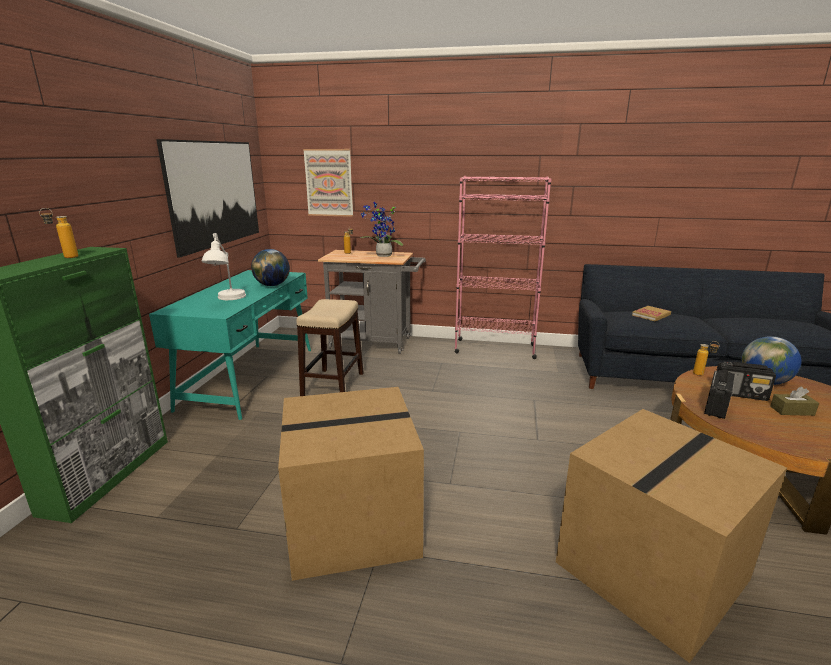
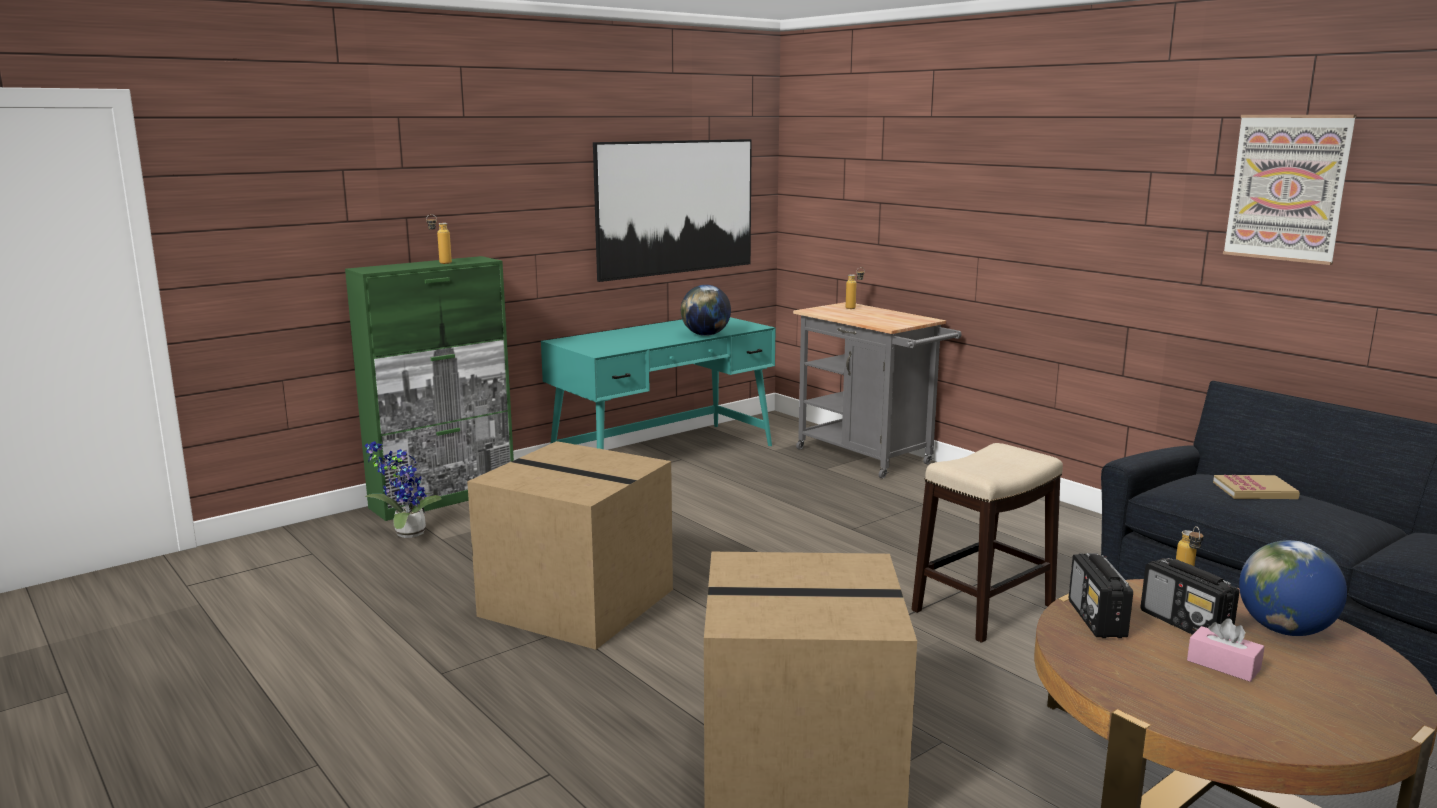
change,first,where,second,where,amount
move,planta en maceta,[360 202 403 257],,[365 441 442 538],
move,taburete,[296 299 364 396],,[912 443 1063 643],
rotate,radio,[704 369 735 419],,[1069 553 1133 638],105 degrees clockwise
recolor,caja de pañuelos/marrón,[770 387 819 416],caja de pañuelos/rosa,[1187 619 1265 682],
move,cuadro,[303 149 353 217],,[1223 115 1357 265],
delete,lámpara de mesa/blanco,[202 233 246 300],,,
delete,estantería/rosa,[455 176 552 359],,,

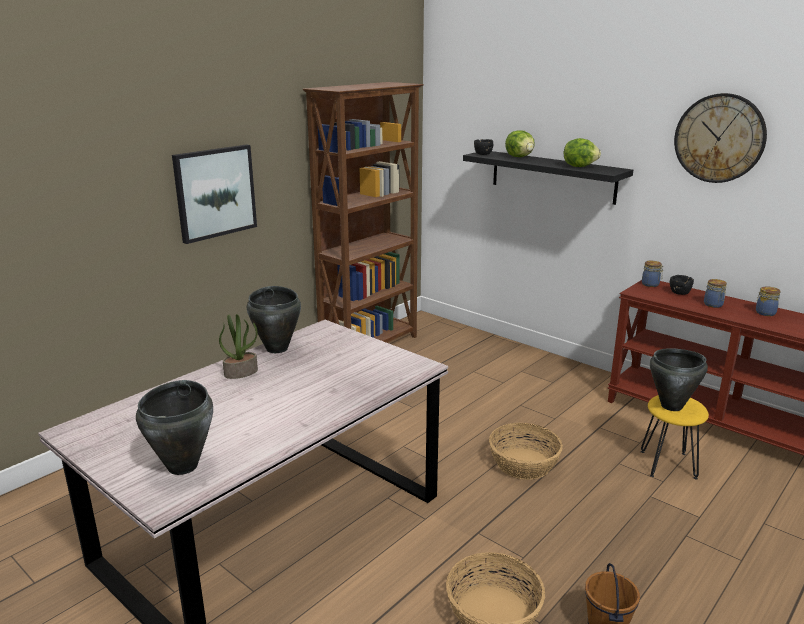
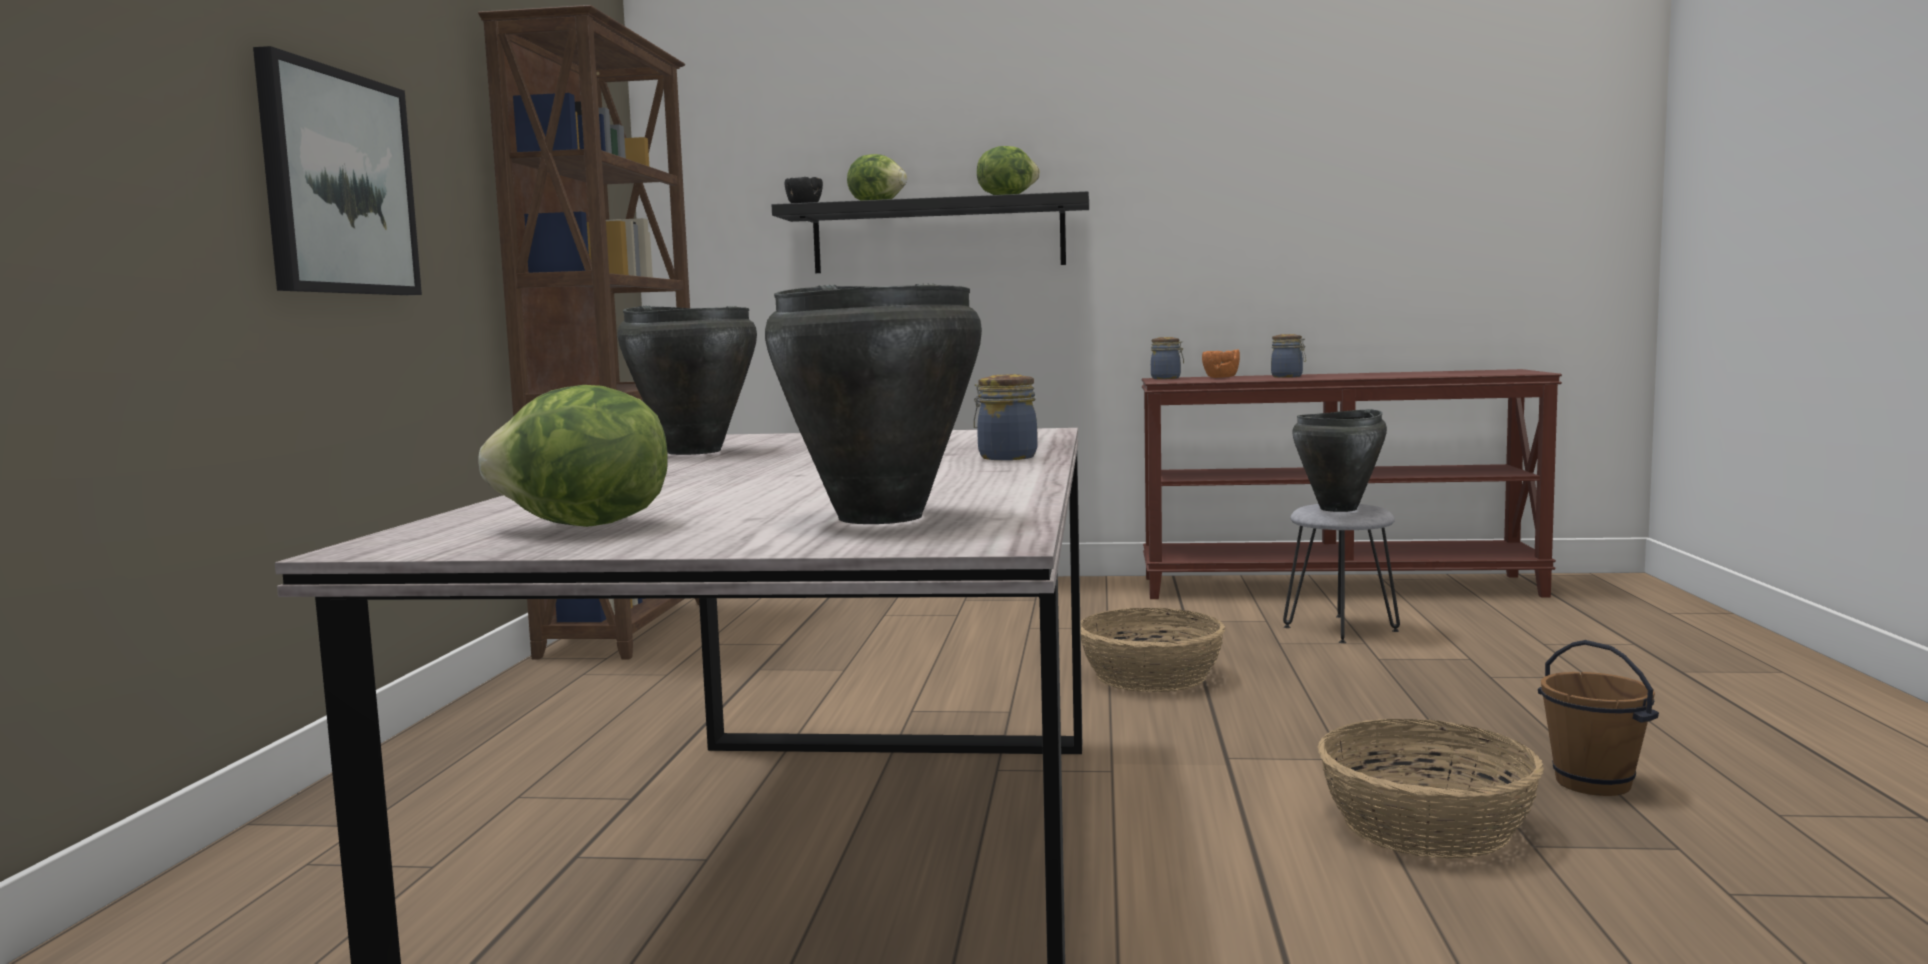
change,first,where,second,where,amount
insert,,,lechuga,[478 385 668 527],
move,tarro,[756 286 781 316],,[974 374 1038 460],
recolor,cuenco/negro,[670 275 694 295],cuenco/naranja,[1202 349 1240 378],
recolor,taburete/amarillo,[641 395 709 479],taburete/gris,[1283 504 1400 643],
delete,planta en maceta,[219 314 258 379],,,
delete,reloj de pared,[674 93 767 183],,,

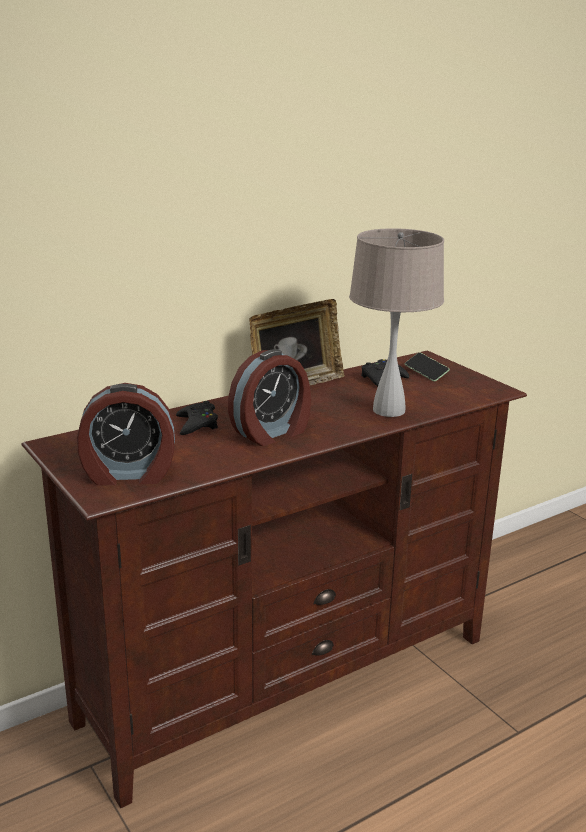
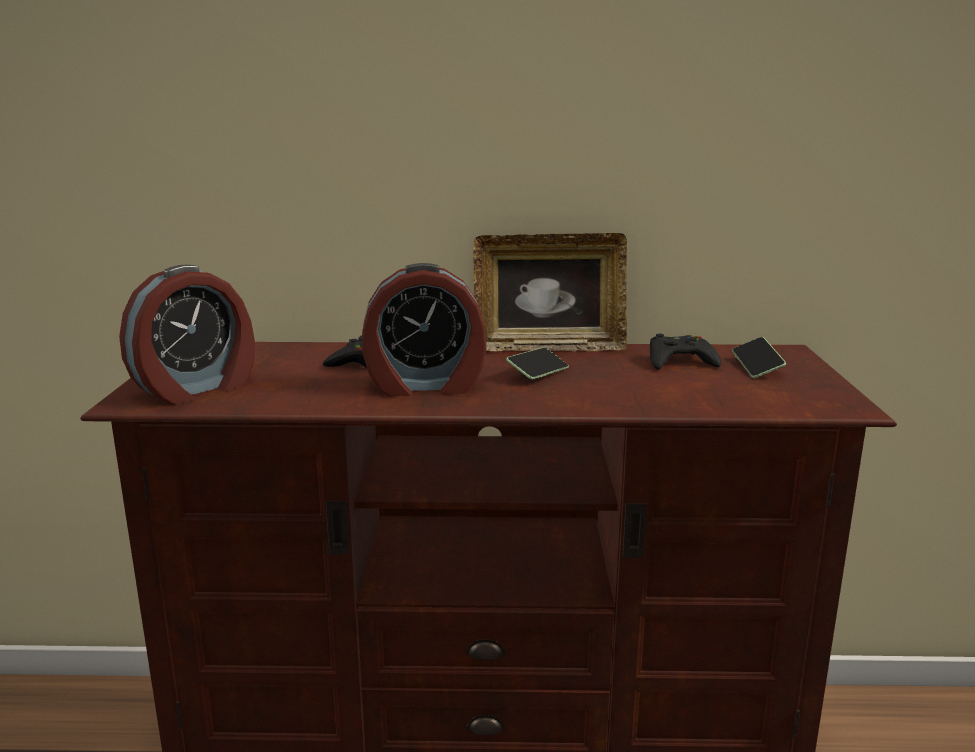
change,first,where,second,where,amount
rotate,despertador,[77 383 175 486],,[119 265 255 405],75 degrees counterclockwise
insert,,,móvil,[506 347 569 379],
delete,lámpara de mesa/beis,[349 228 444 417],,,

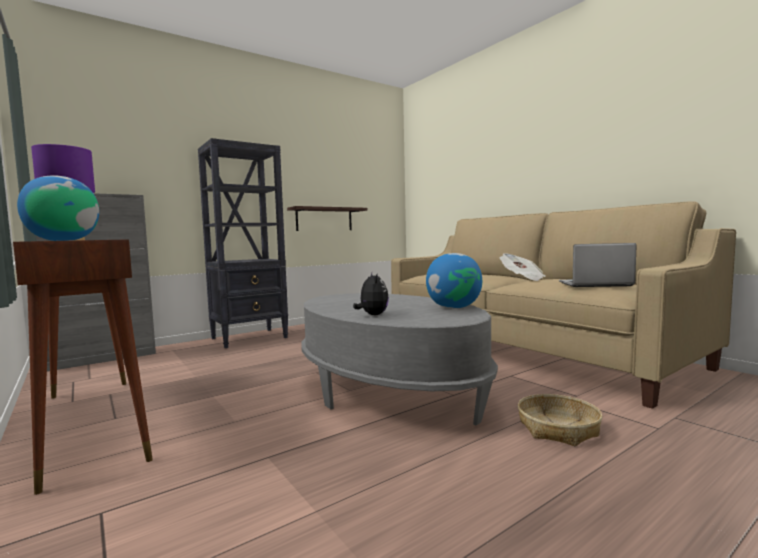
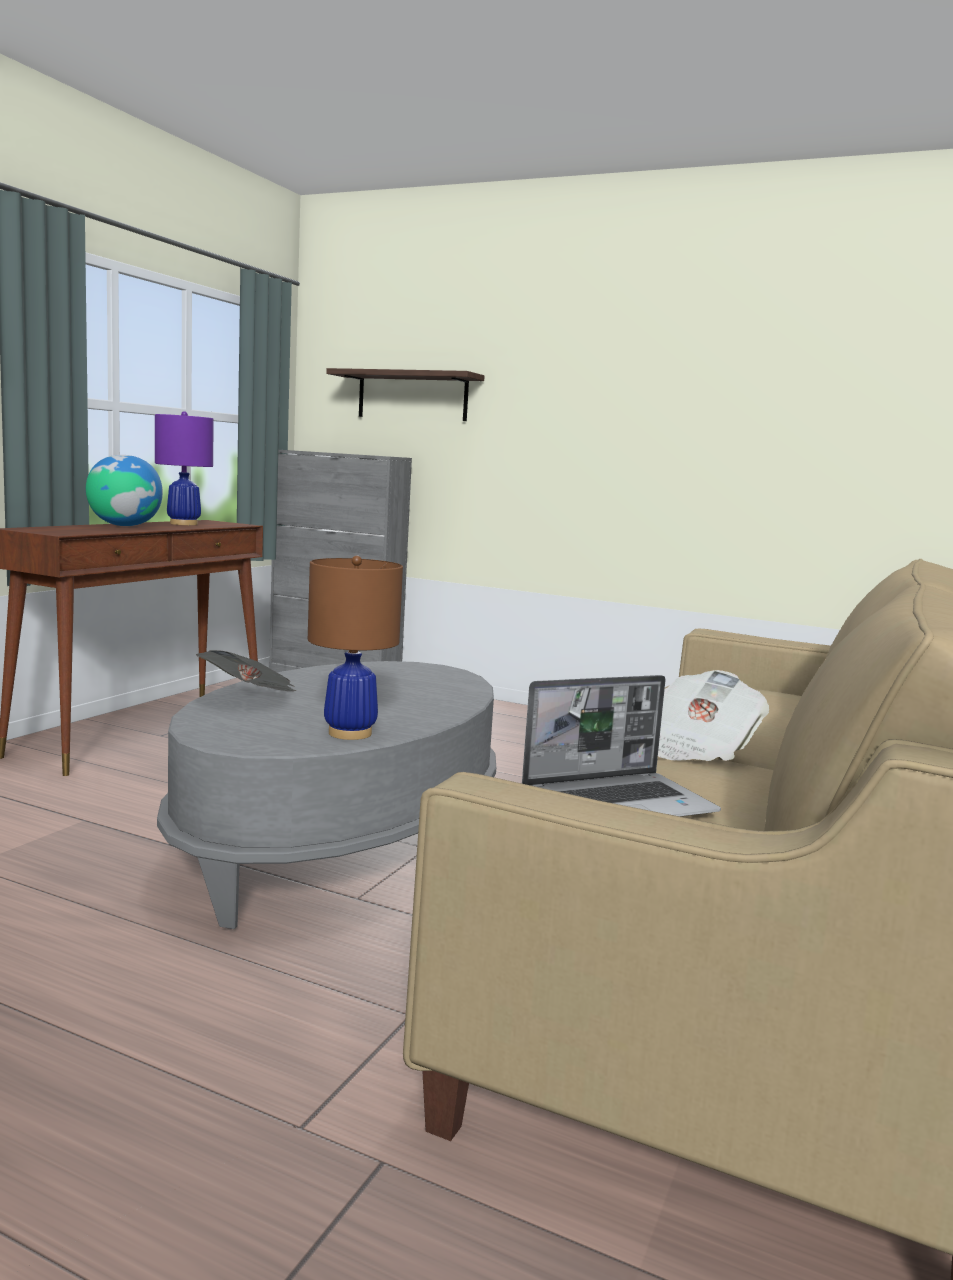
change,first,where,second,where,amount
replace,peluche,[353 272 389 315],periódico,[196 650 297 691],
replace,globo terráqueo,[426 253 482 309],lámpara de mesa/marrón,[308 556 403 740],
move,estante,[287 206 368 231],,[326 368 484 421],
rotate,portátil,[559 243 637 287],,[522 675 721 817],90 degrees clockwise
delete,estantería/negro,[198 138 288 348],,,
delete,cesta,[518 394 603 446],,,

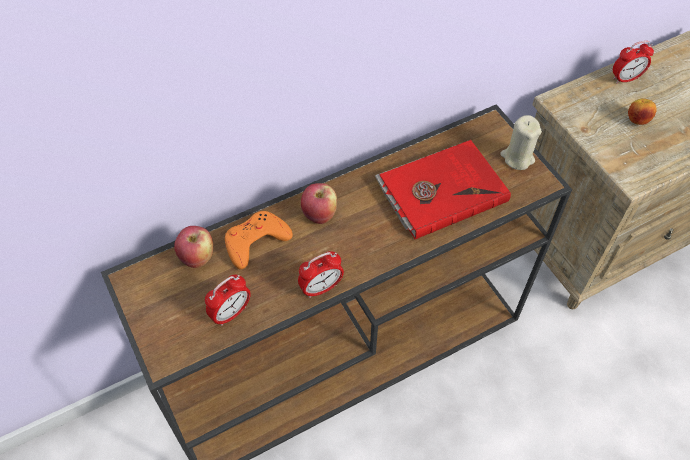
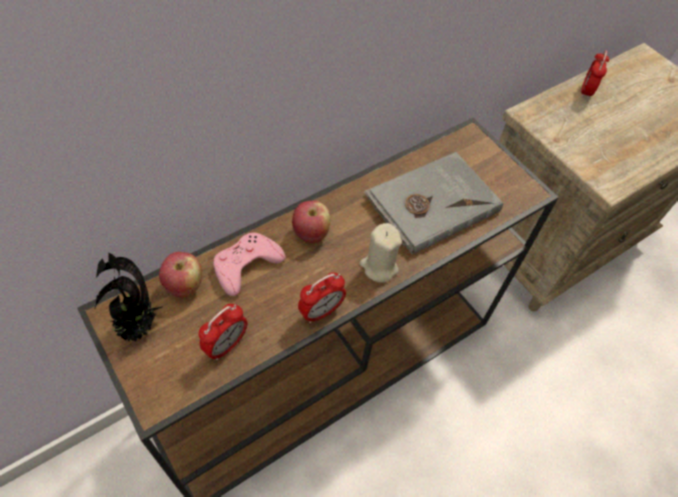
change,first,where,second,where,amount
insert,,,planta en maceta,[94 253 162 341],
recolor,mando de consola/naranja,[225 211 293 269],mando de consola/rosa,[213 233 285 296],
move,vela/beis,[500 115 542 170],,[360 223 402 283],
recolor,libro/rojo,[375 140 511 239],libro/gris,[364 152 503 255],
rotate,despertador,[613 41 654 84],,[581 50 609 99],135 degrees clockwise
delete,manzana,[628 99 657 125],,,

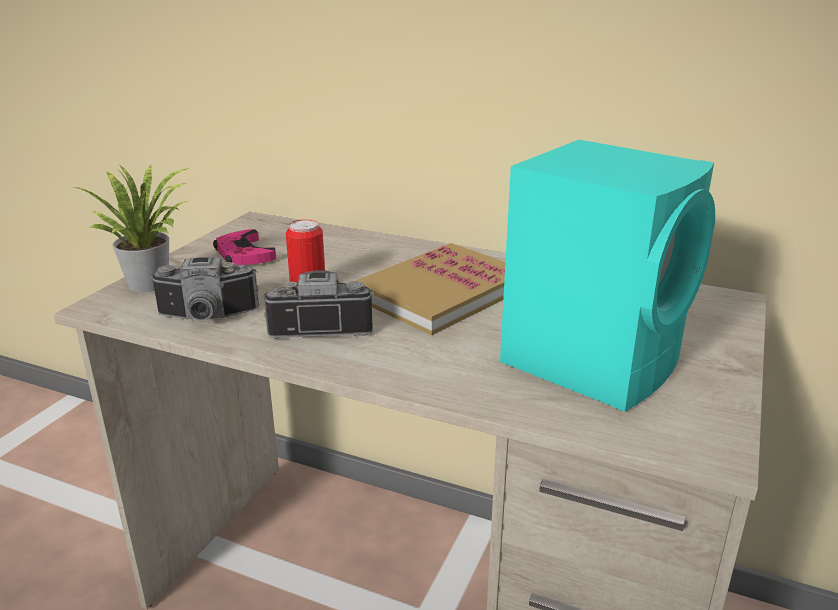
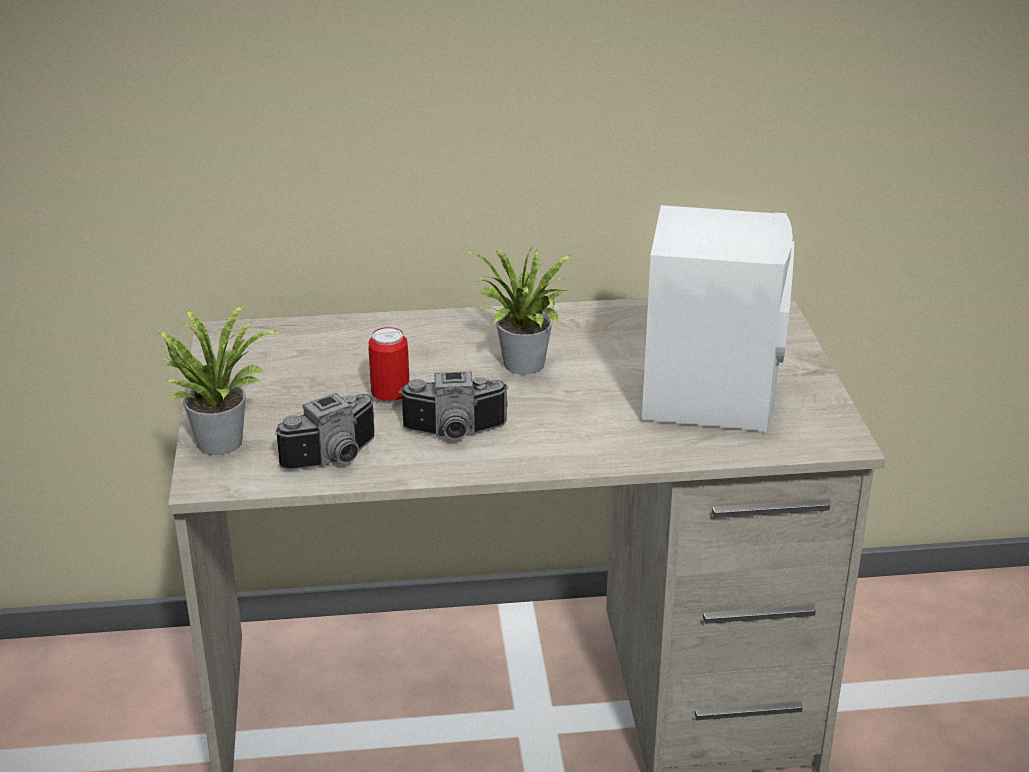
change,first,where,second,where,amount
rotate,cámara,[262 270 374 339],,[399 371 509 440],150 degrees counterclockwise
replace,libro,[356 243 505 335],planta en maceta,[462 247 577 375],
recolor,altavoz/turquesa,[500 140 715 412],altavoz/blanco,[642 205 794 432],
delete,mando de consola/rosa,[213 229 276 265],,,

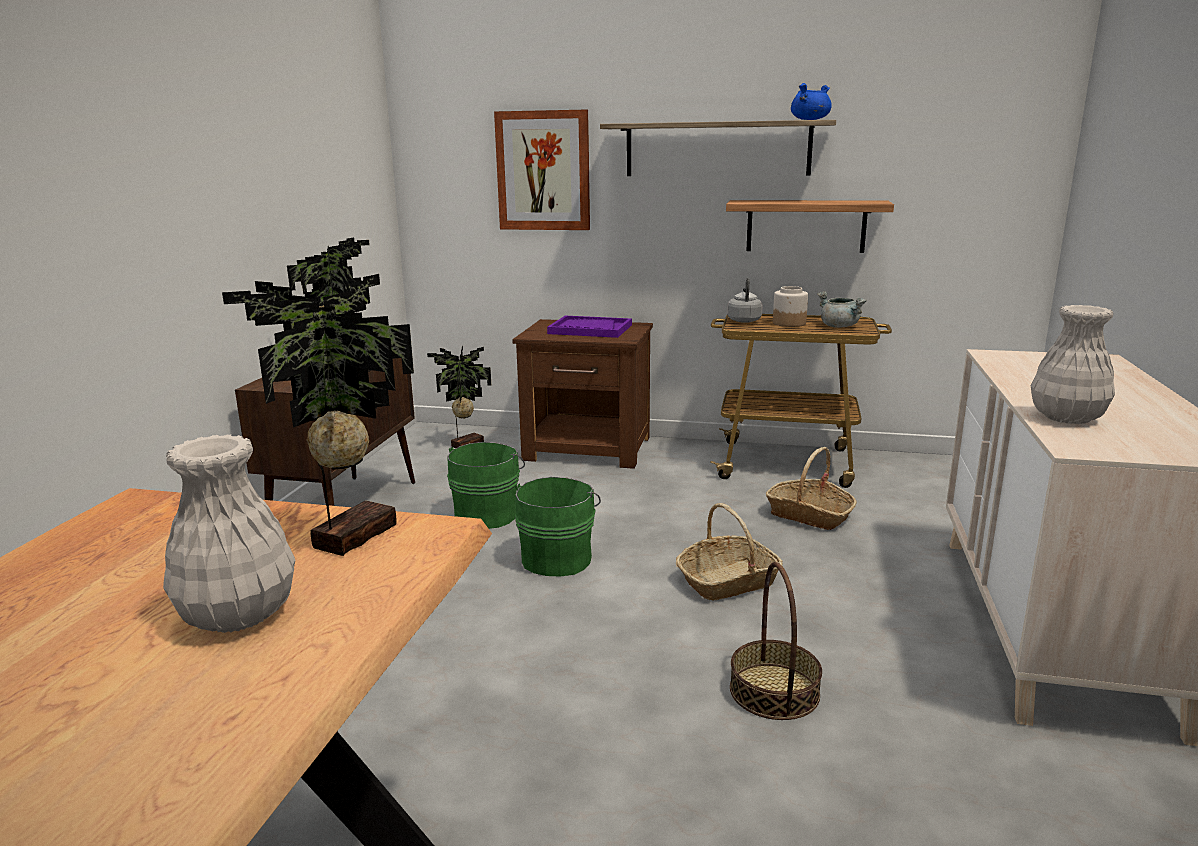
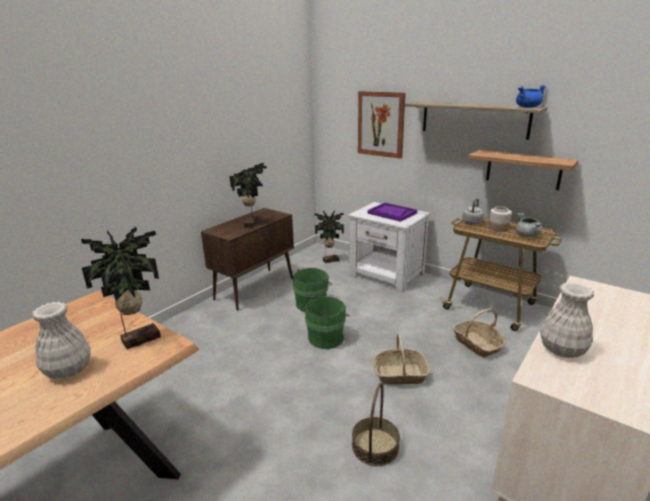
change,first,where,second,where,amount
recolor,mesita de noche/marrón,[512 319 653 469],mesita de noche/blanco,[348 202 431 292],

